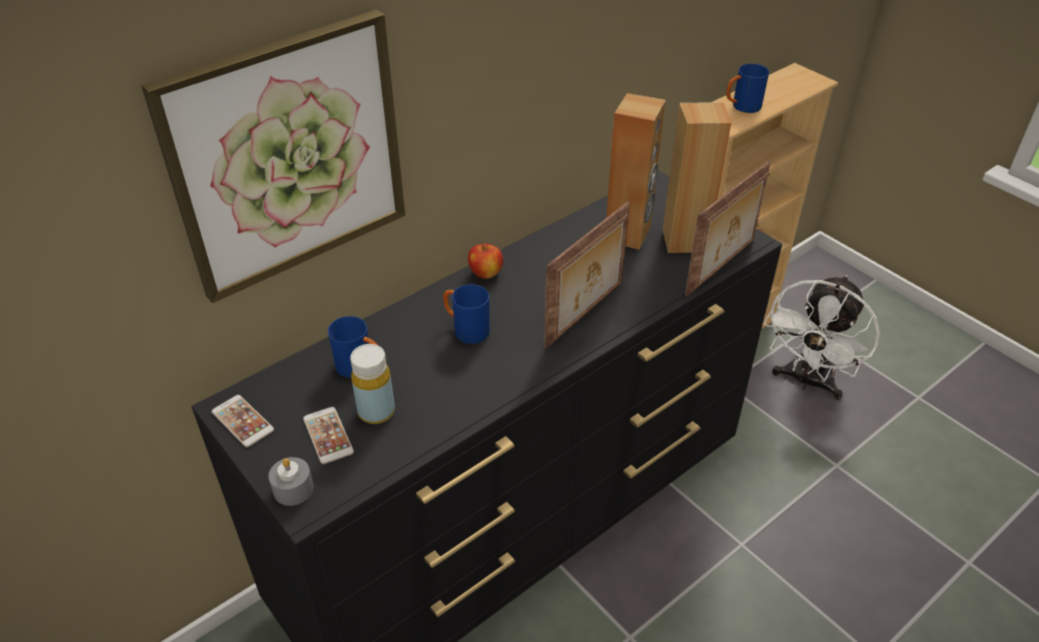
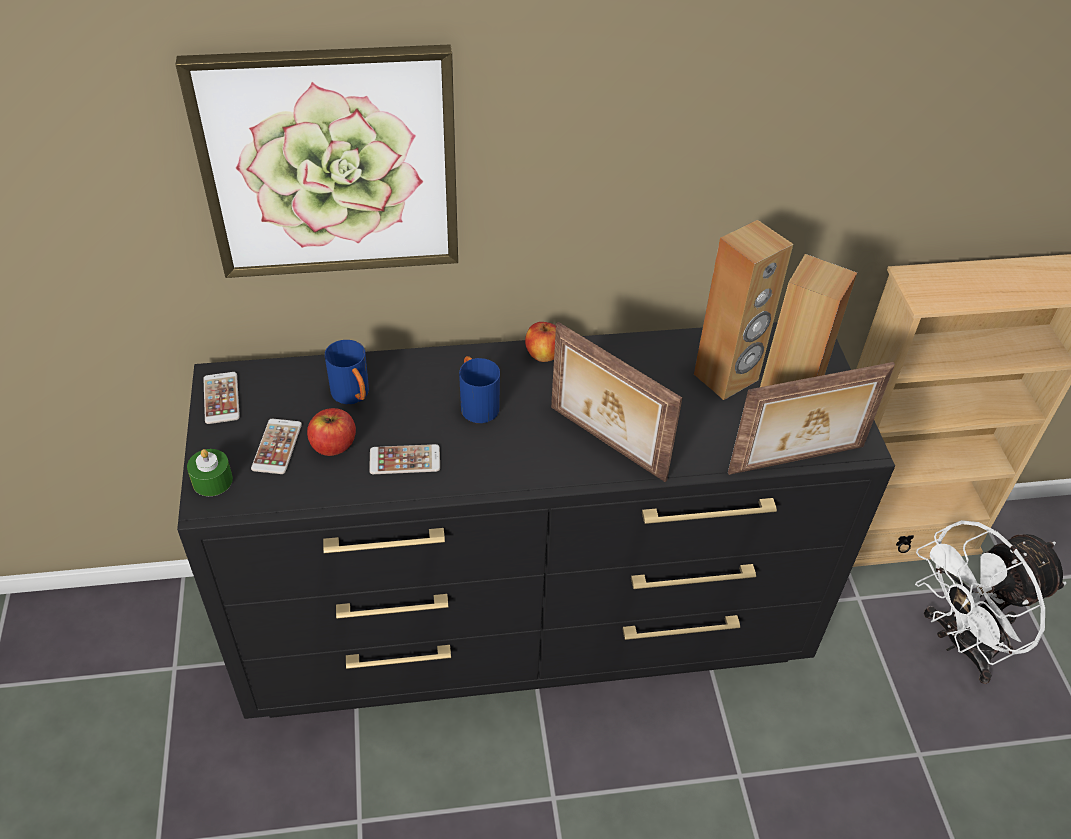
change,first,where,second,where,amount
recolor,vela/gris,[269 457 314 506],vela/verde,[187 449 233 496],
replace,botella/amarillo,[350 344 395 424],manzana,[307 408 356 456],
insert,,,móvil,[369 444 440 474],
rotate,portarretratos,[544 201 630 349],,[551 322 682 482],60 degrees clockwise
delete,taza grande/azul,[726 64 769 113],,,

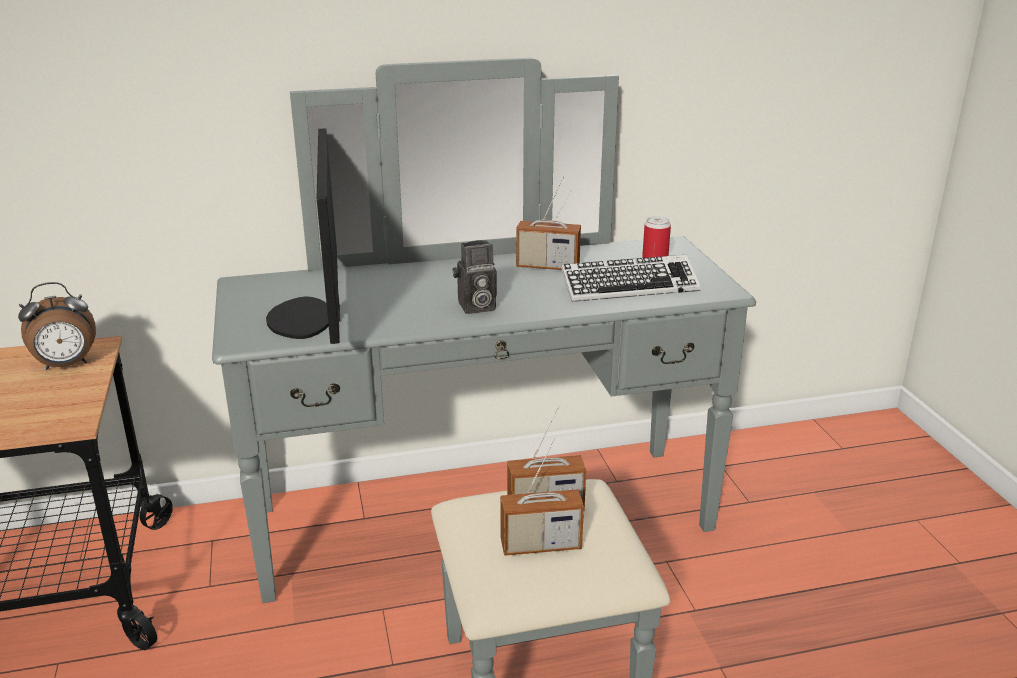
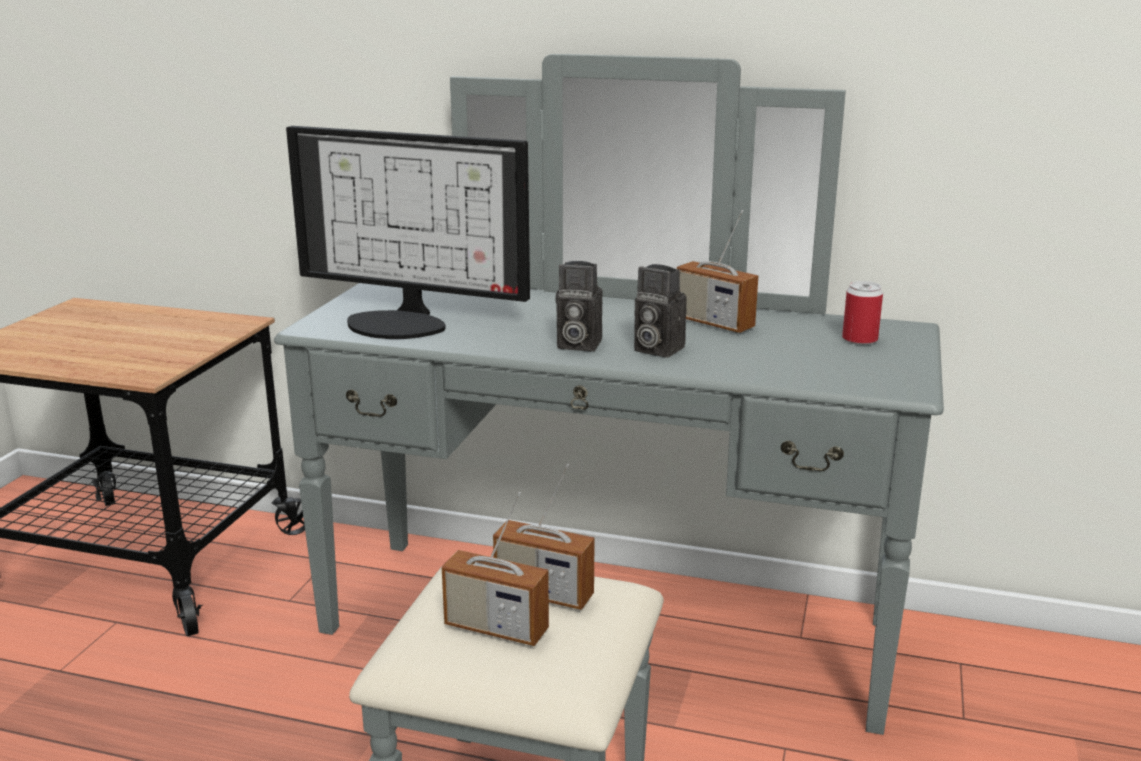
change,first,where,second,where,amount
rotate,monitor,[266 128 340 344],,[286 126 530 339],90 degrees counterclockwise
insert,,,cámara,[634 264 687 358],
delete,despertador,[18 282 96 370],,,
delete,teclado,[561 255 701 302],,,

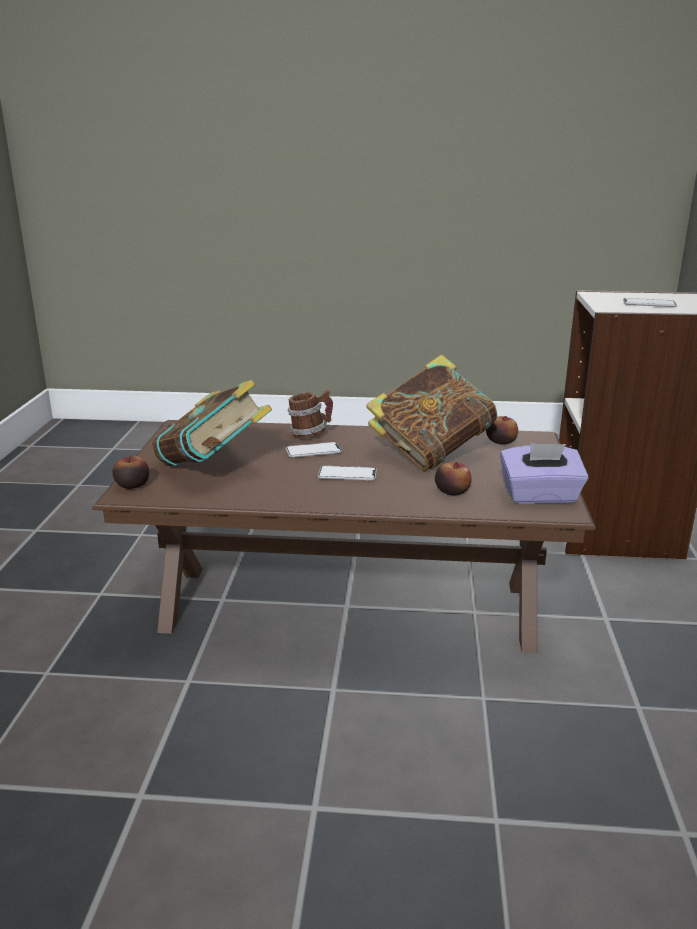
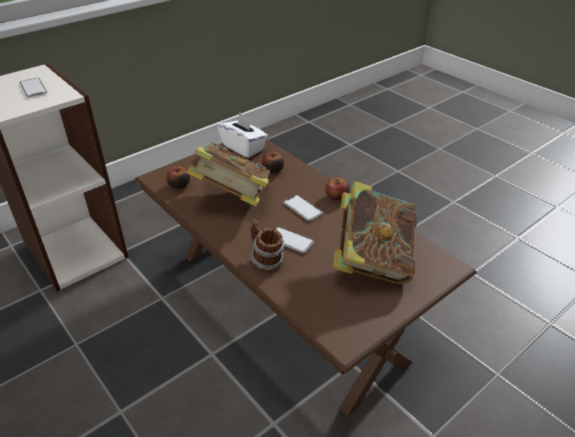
change,first,where,second,where,amount
recolor,caja de pañuelos/morado,[500 443 588 504],caja de pañuelos/blanco,[218 112 268 158],
move,manzana,[112 455 149 489],,[326 177 350 200],

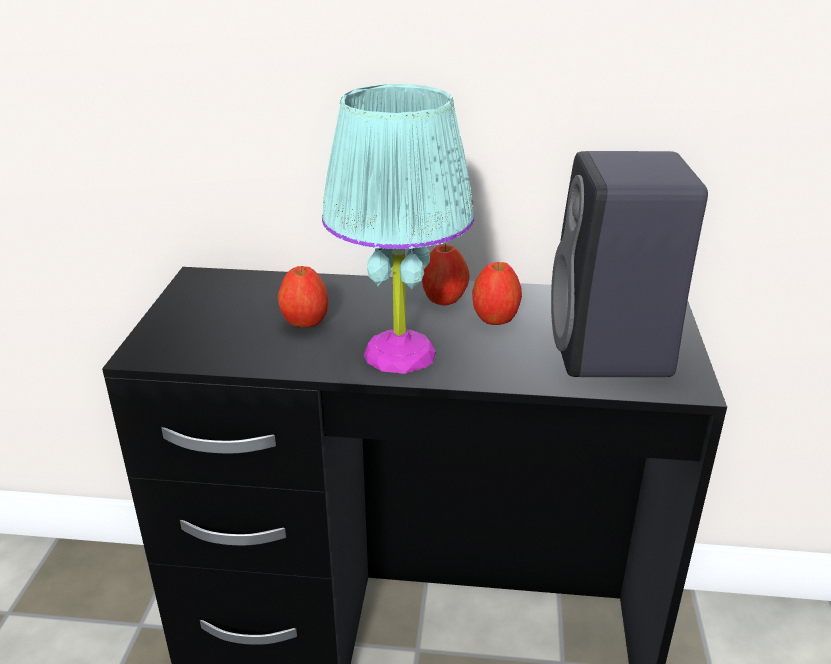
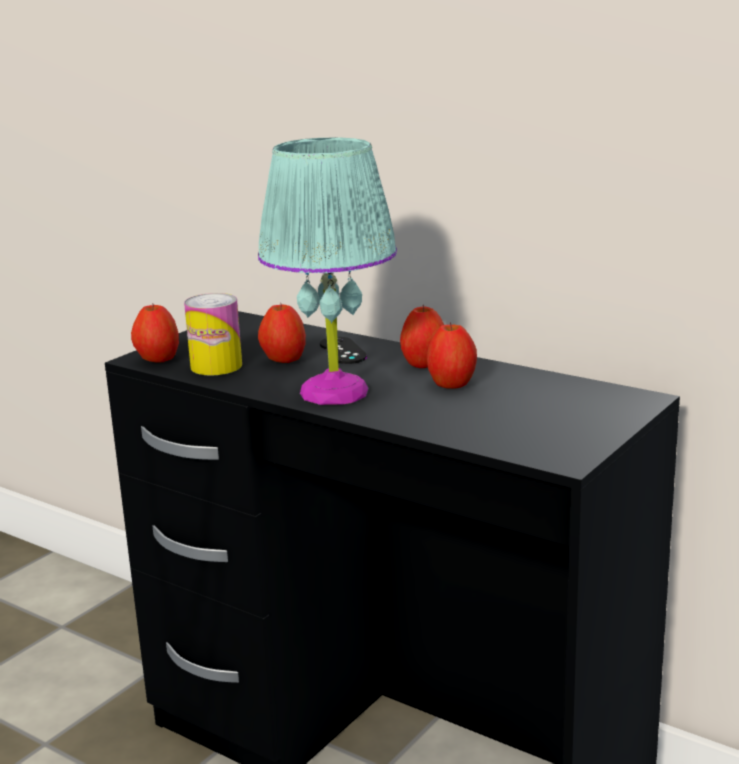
change,first,where,second,where,amount
insert,,,manzana,[131 303 179 362],
insert,,,lata,[184 293 242 376],
insert,,,mando de consola/negro,[320 337 367 364],
delete,altavoz/negro,[551 151 708 377],,,

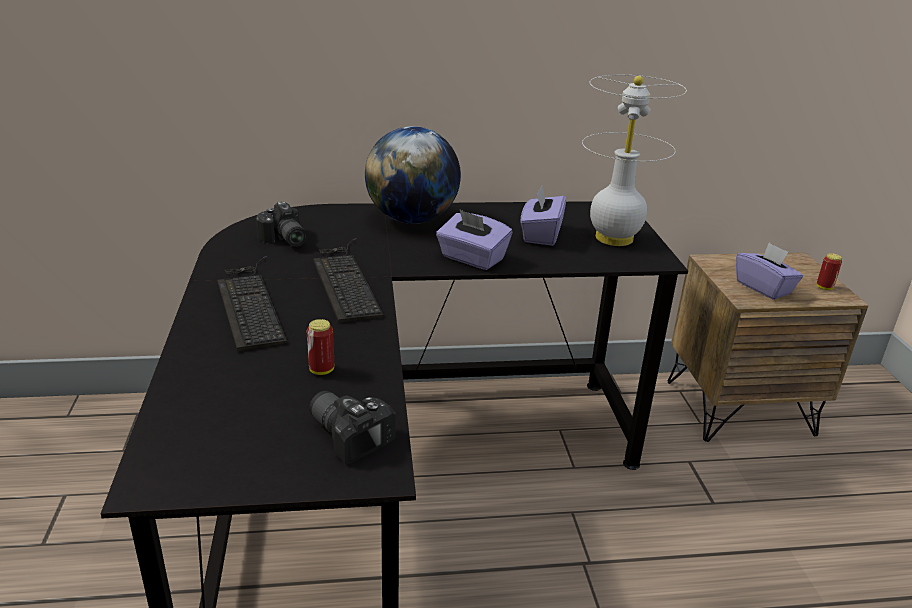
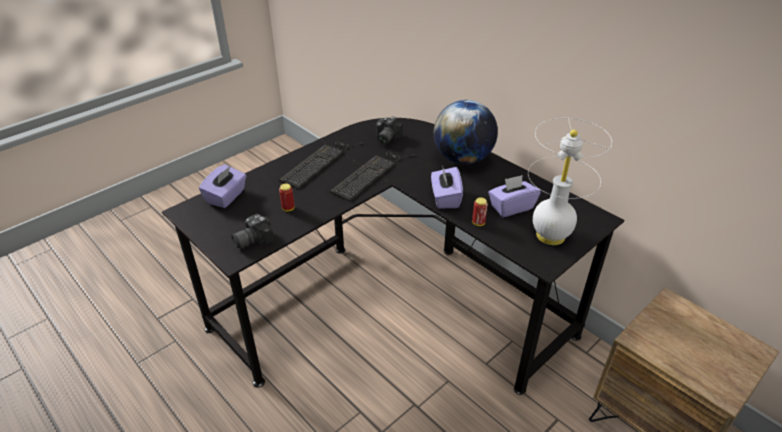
change,first,where,second,where,amount
move,caja de pañuelos/morado,[736 243 803 300],,[199 164 246 208],
rotate,cámara,[309 391 396 464],,[231 214 275 248],135 degrees counterclockwise
move,lata,[817 253 842 290],,[472 197 488 226],

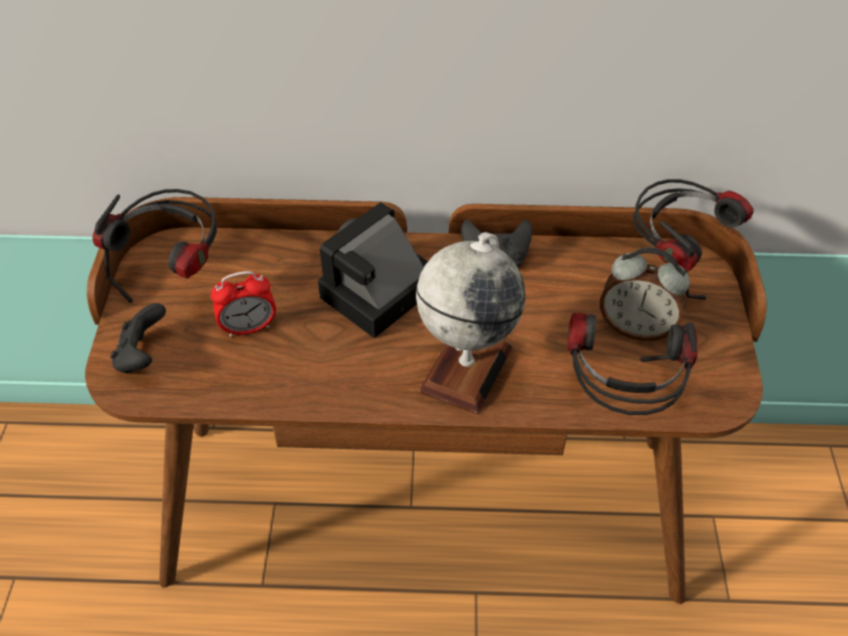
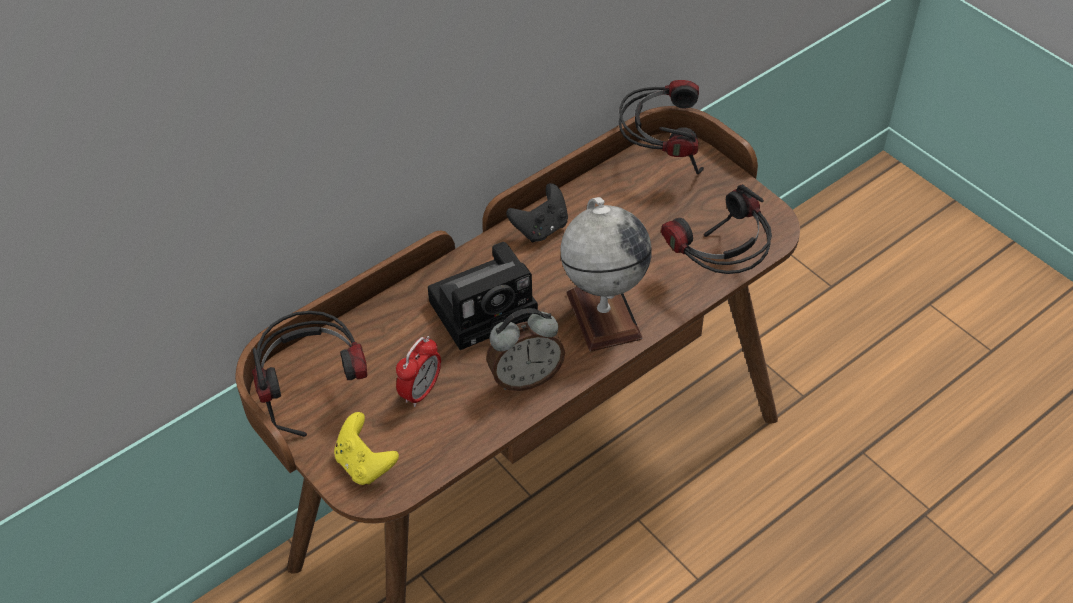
change,first,where,second,where,amount
recolor,mando de consola/negro,[110 303 166 374],mando de consola/amarillo,[334 412 399 485],
rotate,cámara,[318 202 428 338],,[428 242 538 350],120 degrees counterclockwise
move,despertador,[600 247 690 341],,[487 308 565 391],

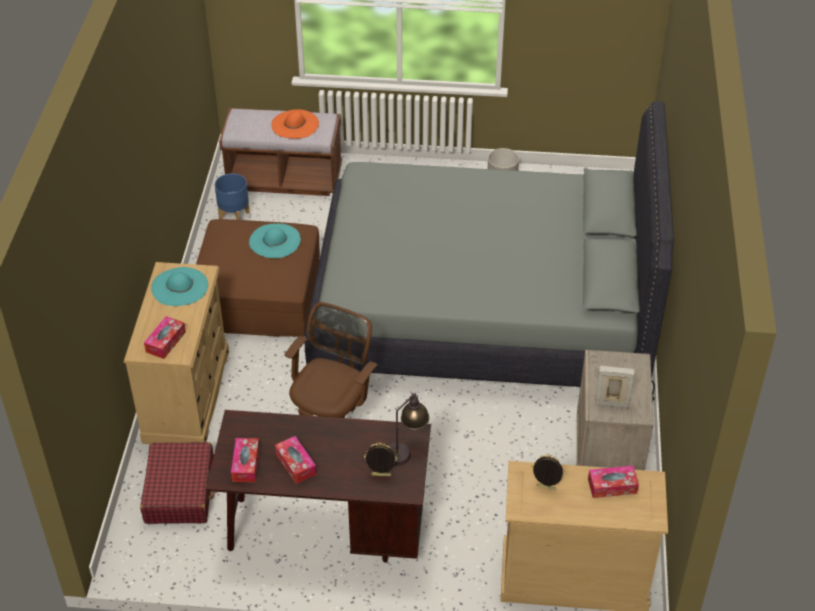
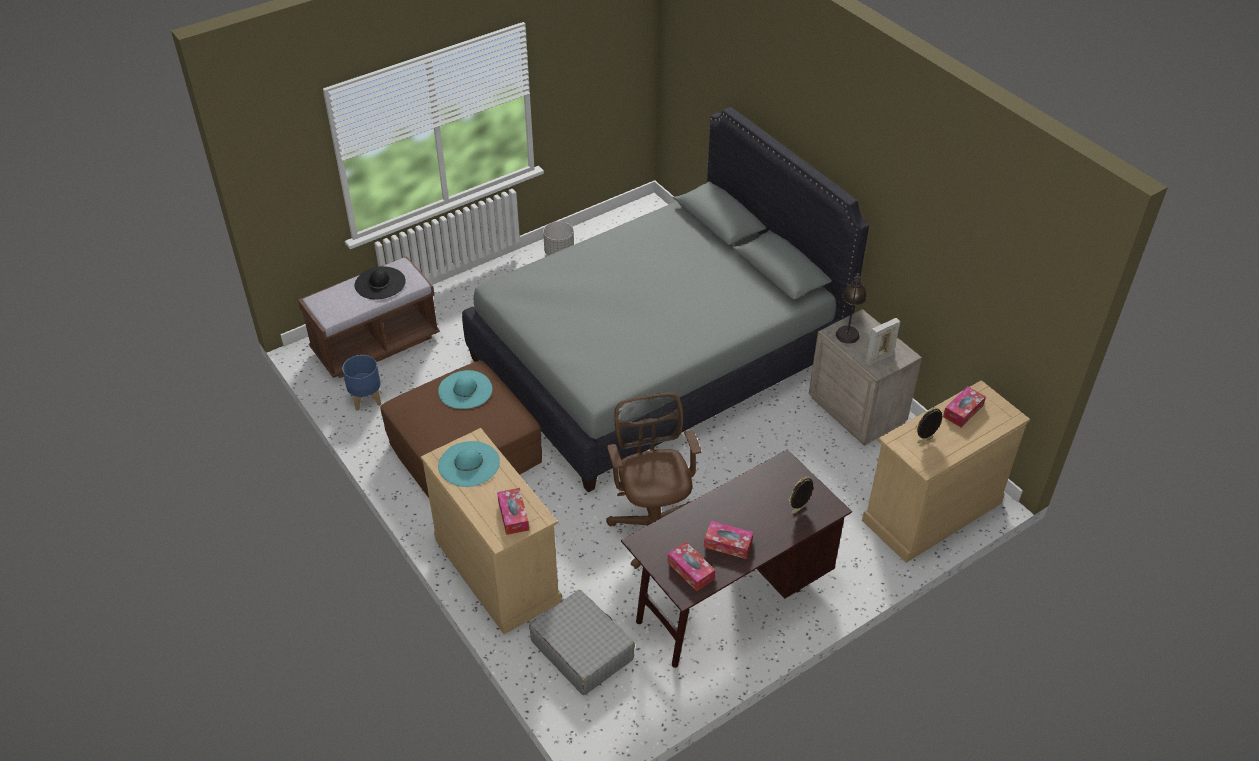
change,first,where,second,where,amount
recolor,sombrero/naranja,[271 109 319 139],sombrero/negro,[355 266 406 300],
recolor,maleta/rojo,[140 442 215 524],maleta/gris,[529 590 635 695],
move,lámpara de mesa,[388 392 429 466],,[836 273 867 344],

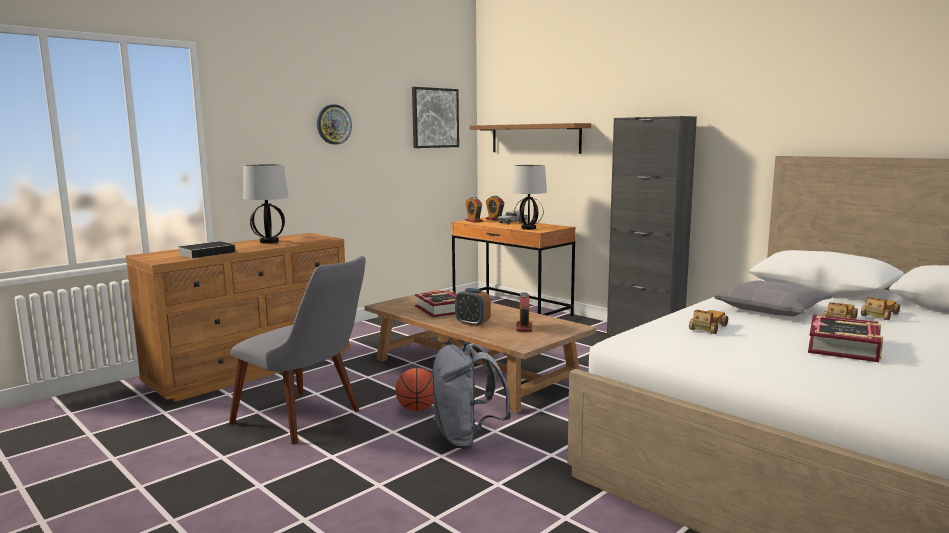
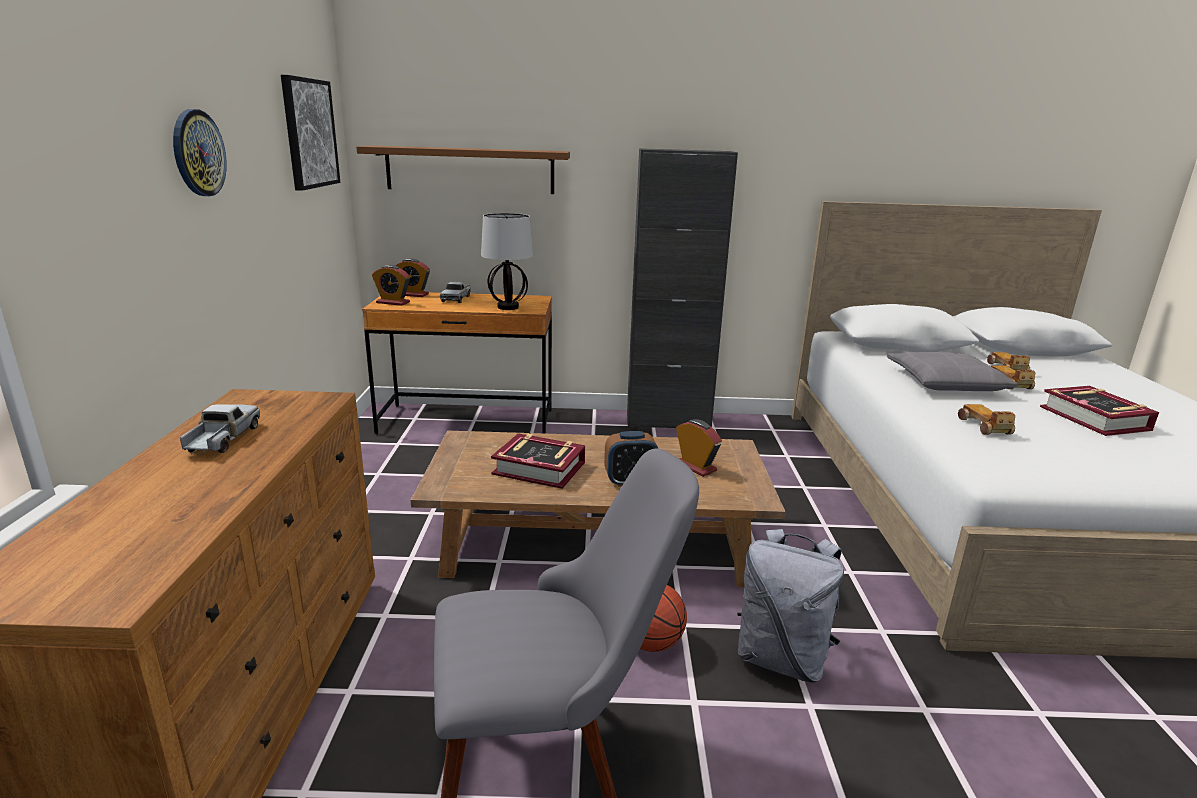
change,first,where,second,where,amount
replace,lámpara de mesa,[243 164 289 244],camión de juguete,[180 404 260 455],
delete,libro,[178 241 235 258],,,

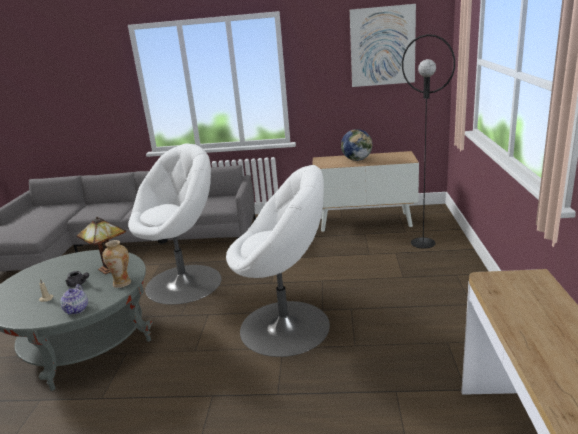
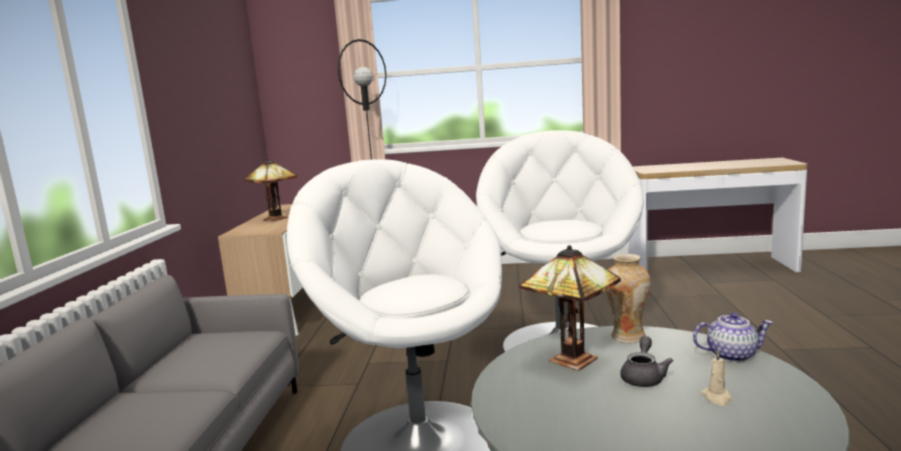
change,first,where,second,where,amount
replace,globo terráqueo,[341 129 372 161],lámpara de mesa,[244 159 297 221],
delete,cuadro,[350 4 416 87],,,

